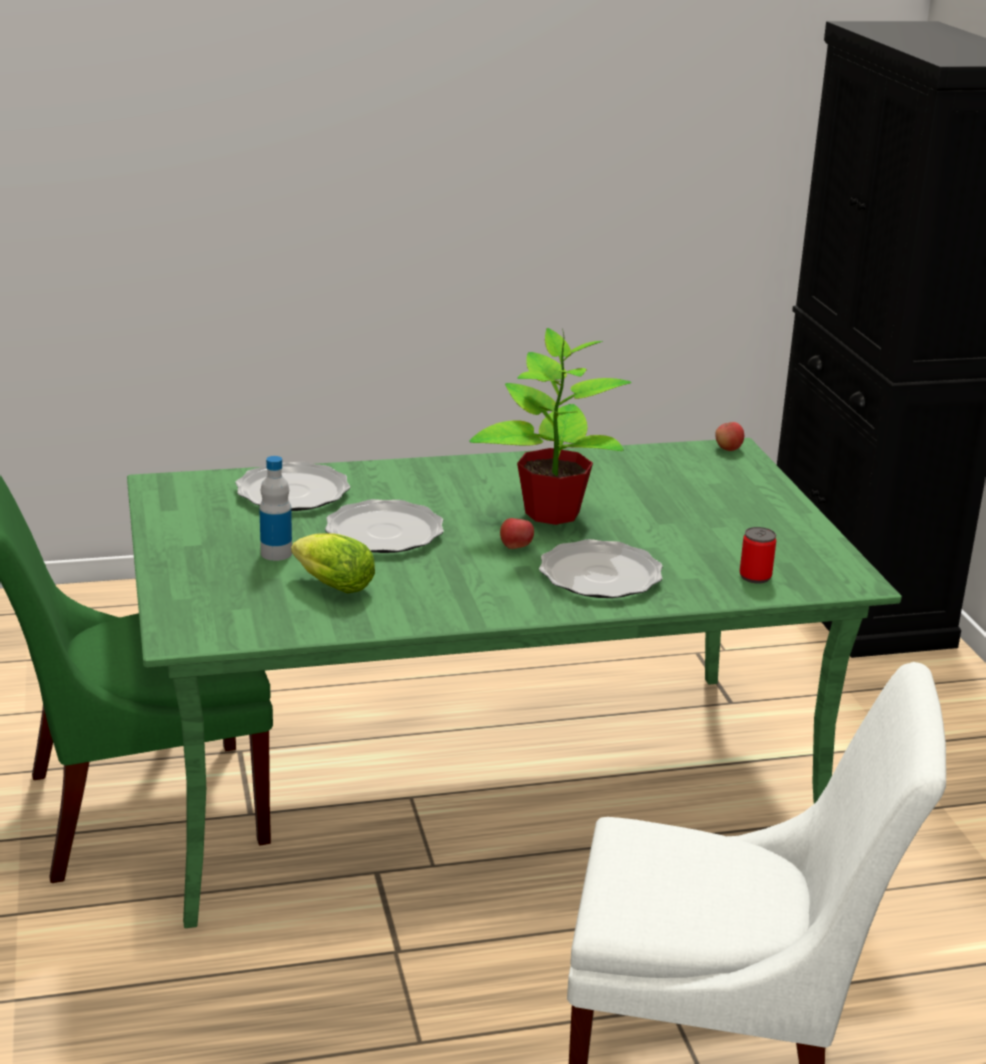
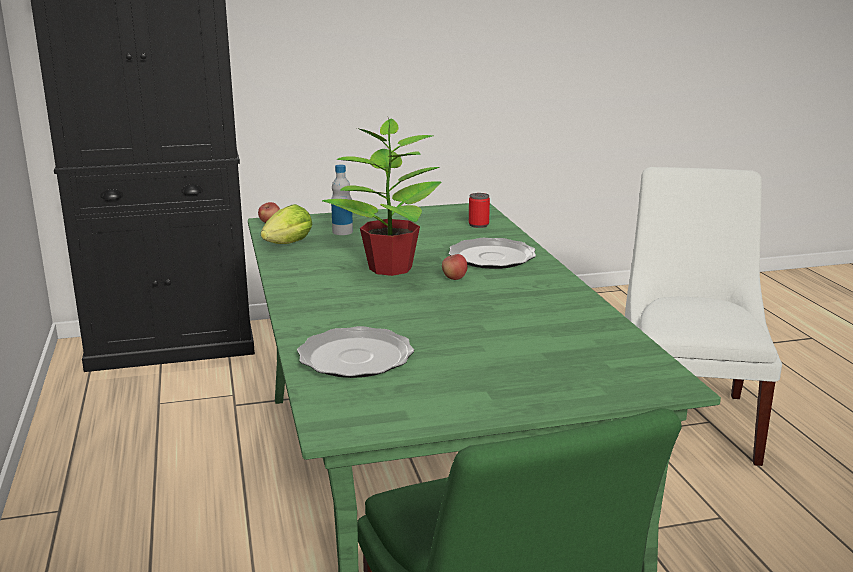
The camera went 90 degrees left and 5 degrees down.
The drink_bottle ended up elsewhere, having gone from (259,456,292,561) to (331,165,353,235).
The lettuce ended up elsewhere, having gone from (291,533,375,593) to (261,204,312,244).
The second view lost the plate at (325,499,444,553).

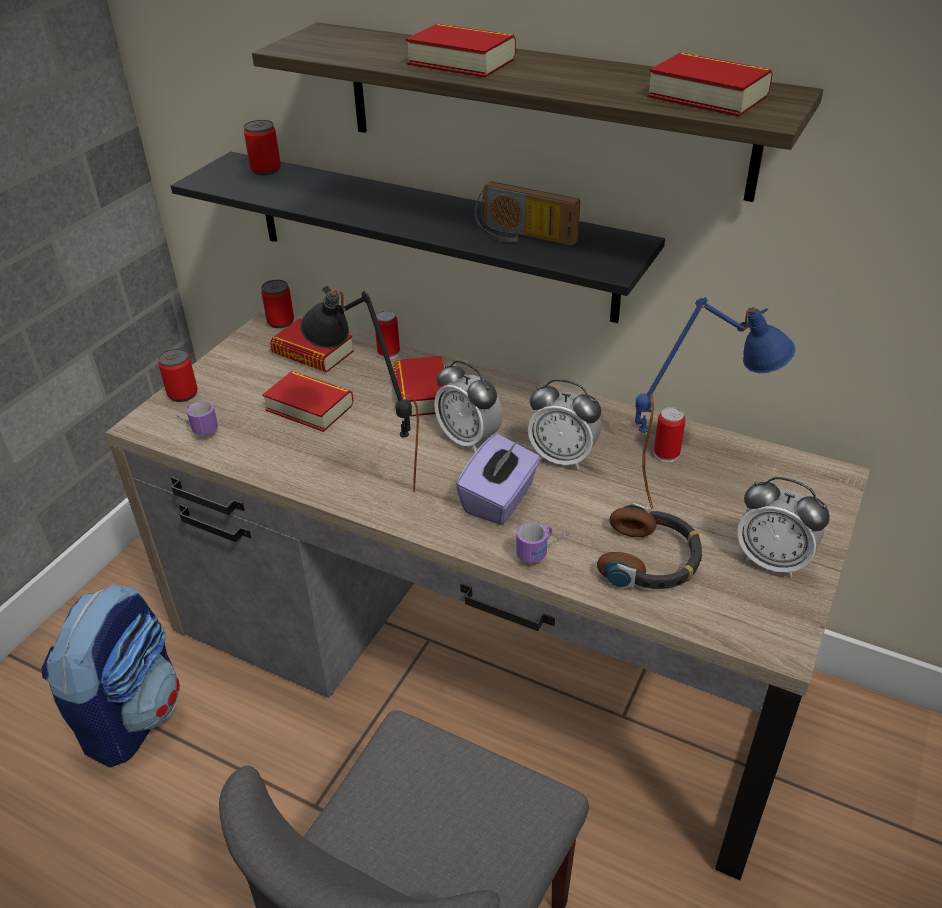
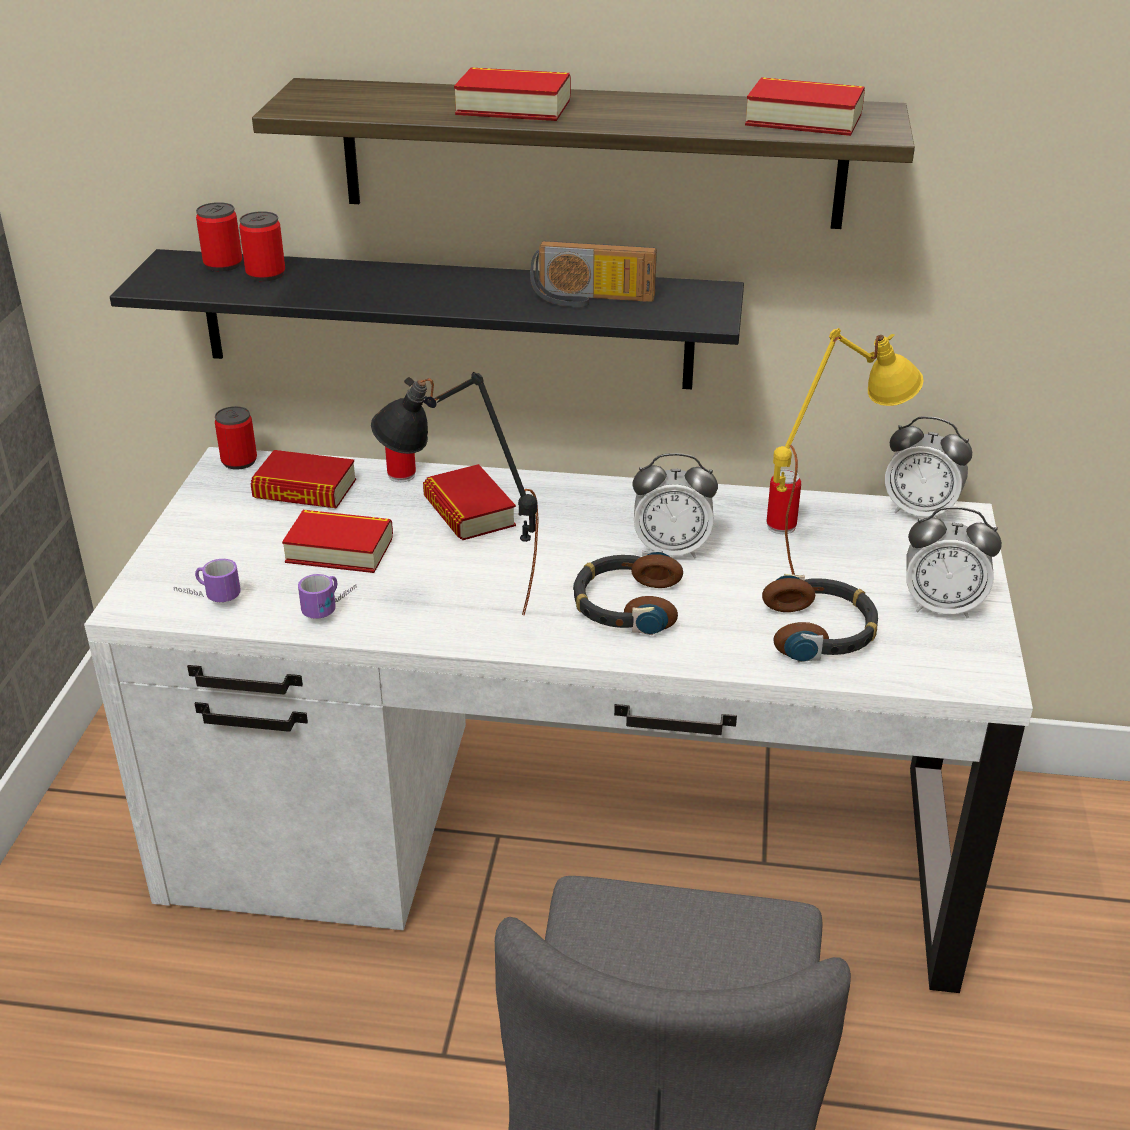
The camera went 20 degrees left and 5 degrees down.
The second view lost the rucksack at (41,584,180,767).
What was the brownish_desk_unit at (105,309,870,880) turned into the white_desk_unit at (84,447,1033,993).
The sealed_can ended up elsewhere, having gone from (158,348,198,402) to (239,211,285,282).
The table_clock ended up elsewhere, having gone from (434,360,503,452) to (885,416,972,520).
Where the purple-coloured_box_of_tissues stood at (456,434,541,525), the headset came to stand at (573,551,683,635).
The mug ended up elsewhere, having gone from (516,522,569,563) to (298,574,357,619).
What was the blue_lamp_for_a_table at (635,297,796,509) turned into the yellow-coloured_lamp_for_a_table at (773,328,923,575).

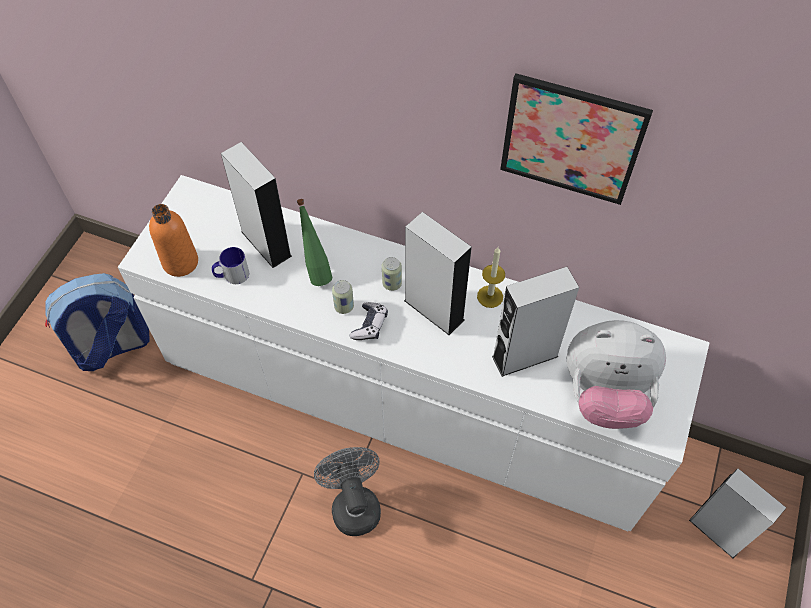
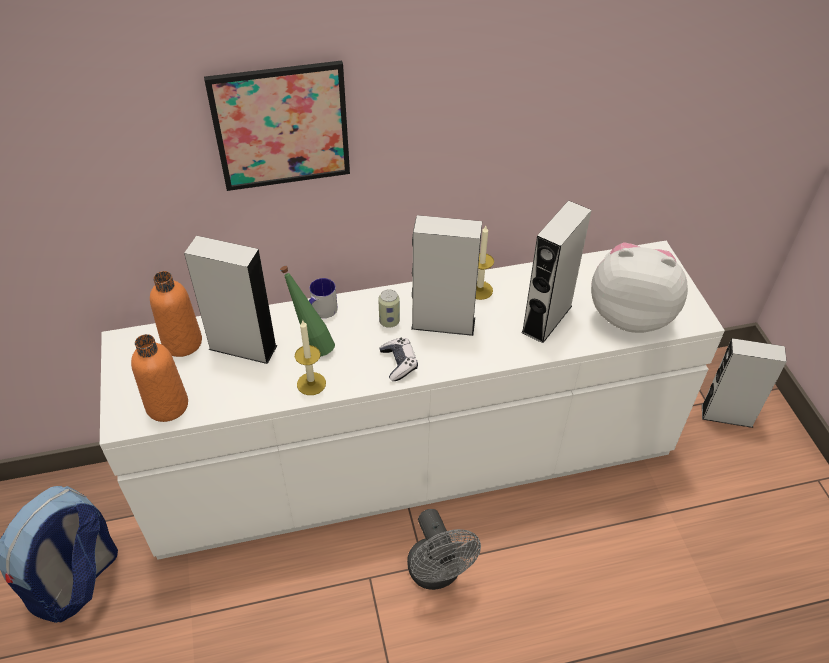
The camera went 35 degrees left and 10 degrees down.
The mug ended up elsewhere, having gone from (212,247,249,284) to (309,278,338,318).
The grey_fan at (314,447,381,536) ended up facing another way, 150 degrees counterclockwise from before.
The second view lost the sealed_can at (332,280,354,314).
The wall_picture ended up elsewhere, having gone from (500,73,653,205) to (204,61,350,191).
The plush_toy at (566,320,666,429) ended up facing another way, 135 degrees counterclockwise from before.
The second view gained the orange-coloured_drink_bottle at (150,271,202,357).
The second view gained the wax_light at (295,320,326,395).

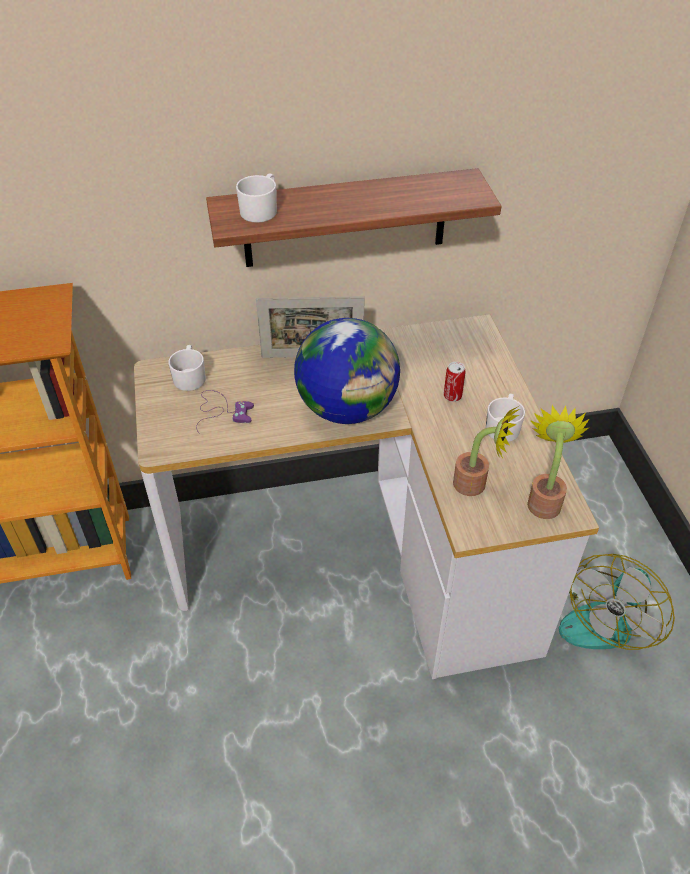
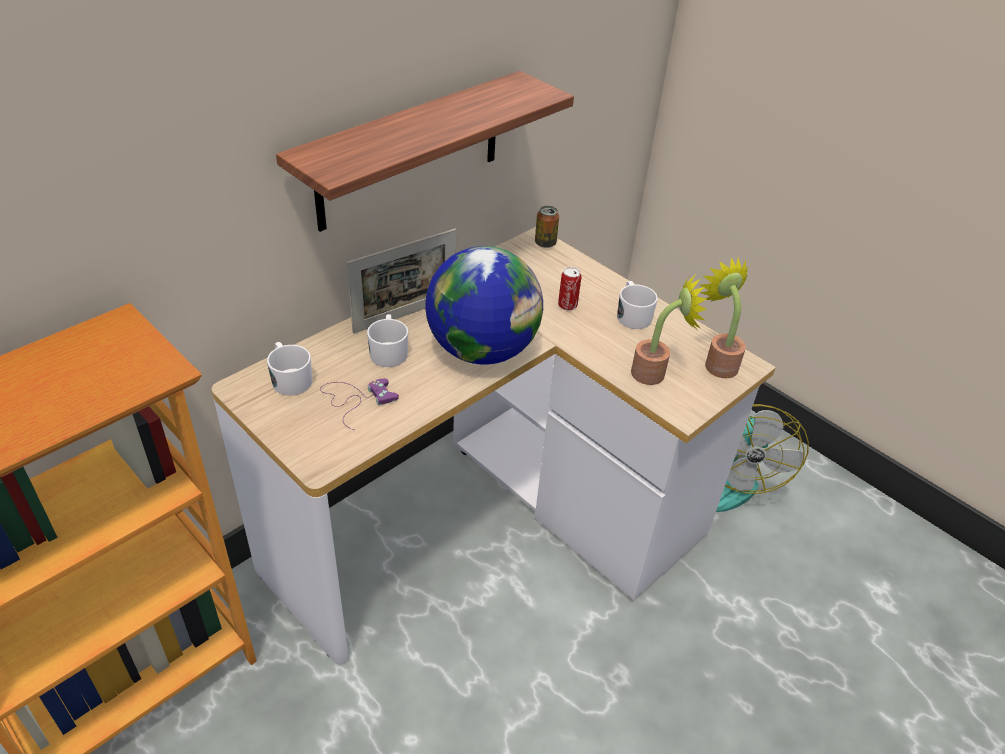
The camera went 35 degrees left and 5 degrees down.
The white_mug ended up elsewhere, having gone from (236,173,277,223) to (367,314,408,367).
The second view gained the sealed_can at (535,206,559,248).

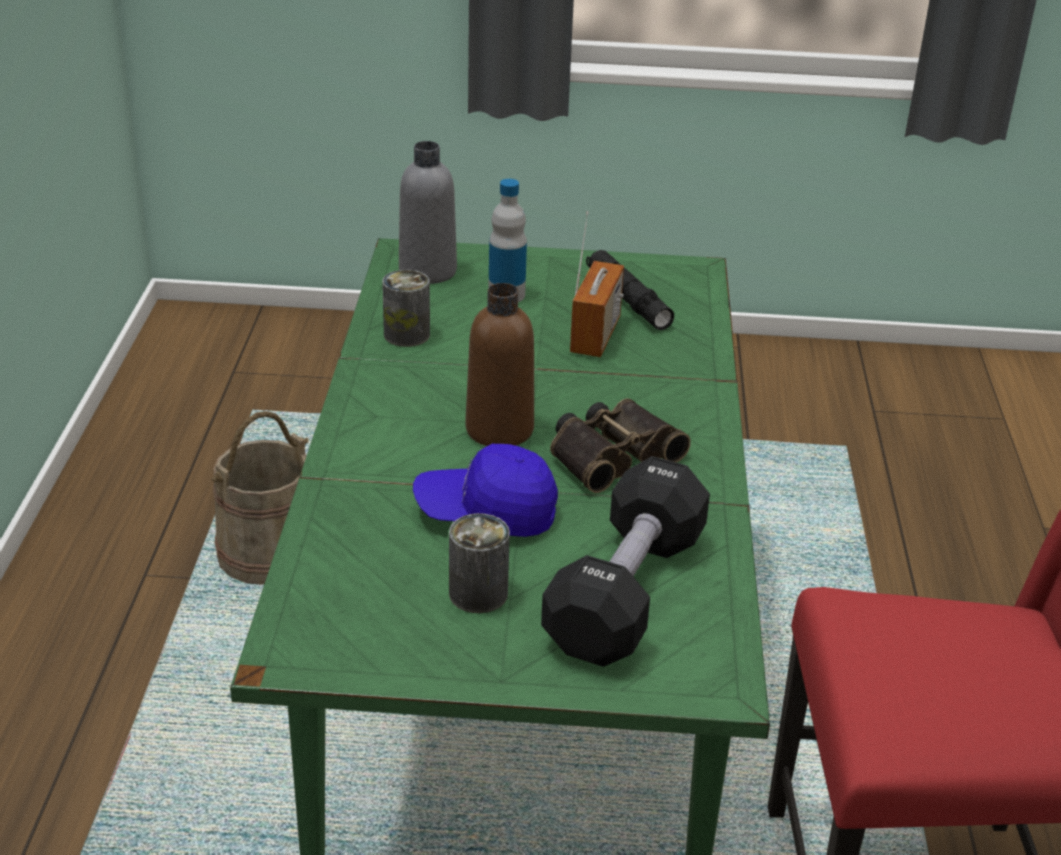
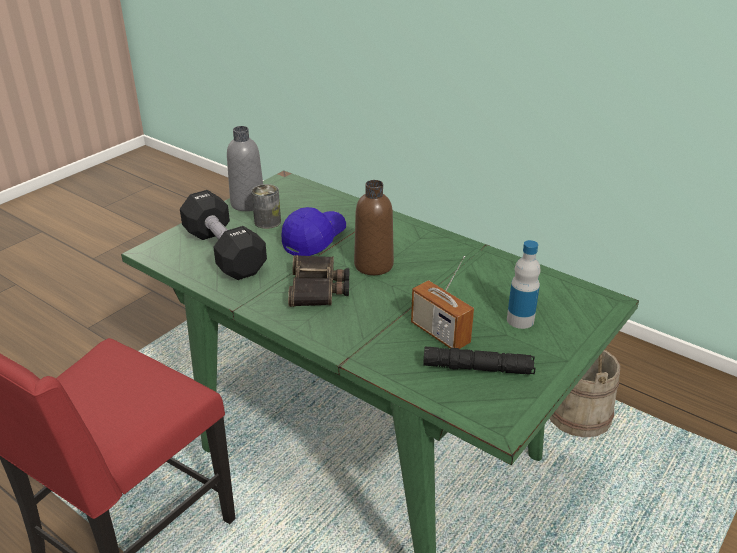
The camera went 125 degrees right and 0 degrees up.
The second view lost the sealed_can at (382,270,430,347).
The grey_drink_bottle ended up elsewhere, having gone from (399,141,457,284) to (227,126,263,211).

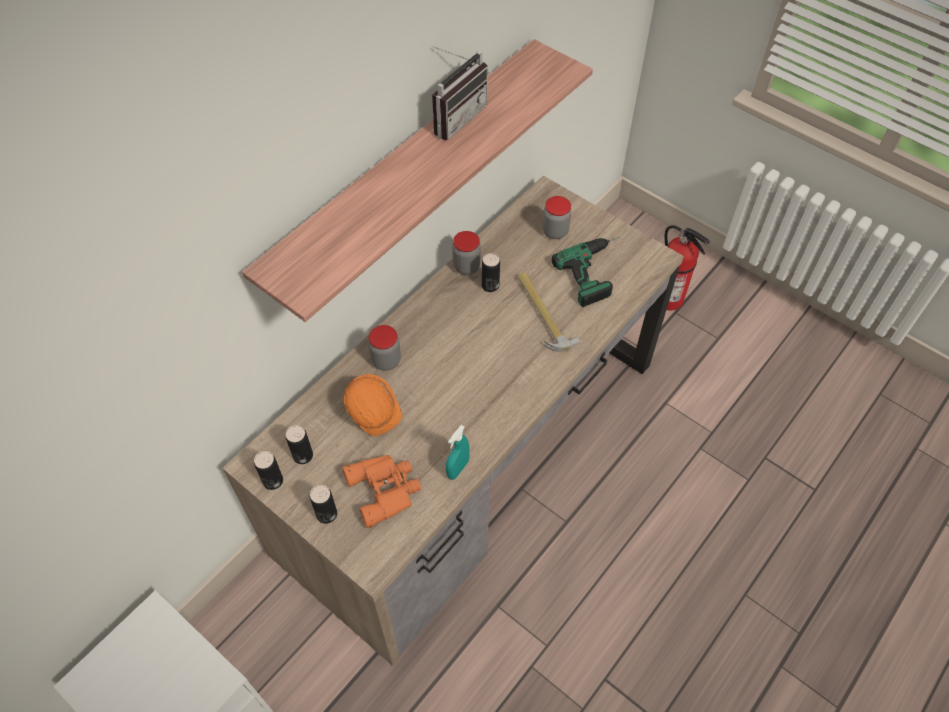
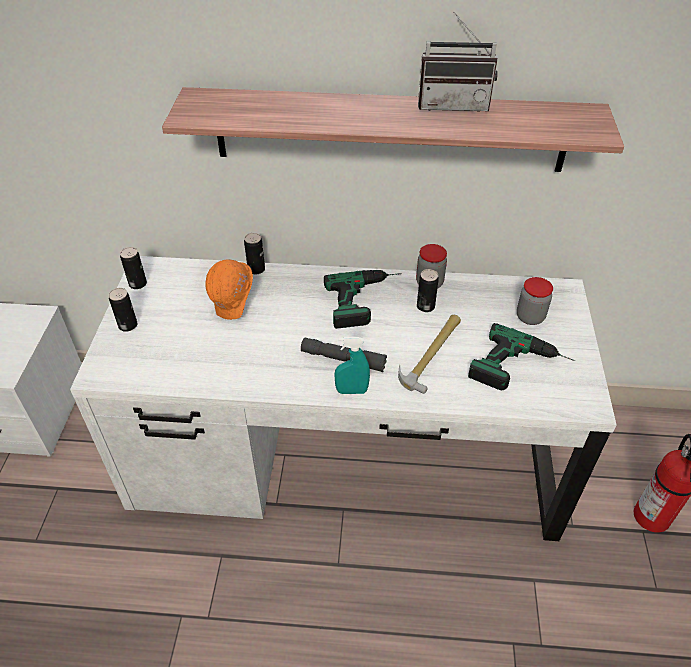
The camera went 55 degrees right and 10 degrees down.
What was the brownish_desk_unit at (222,176,684,666) turned into the white_desk_unit at (70,256,617,541).
The sealed_can ended up elsewhere, having gone from (286,425,313,464) to (244,233,265,274).
The second view lost the orange-coloured_field_glasses at (342,455,421,528).
The second view lost the preserve_jar at (368,325,401,371).
The turquoise_hand_sprayer ended up elsewhere, having gone from (446,425,470,480) to (334,337,370,394).
The second view gained the grey_hand_torch at (301,338,387,372).
The second view gained the power_drill at (324,270,402,329).

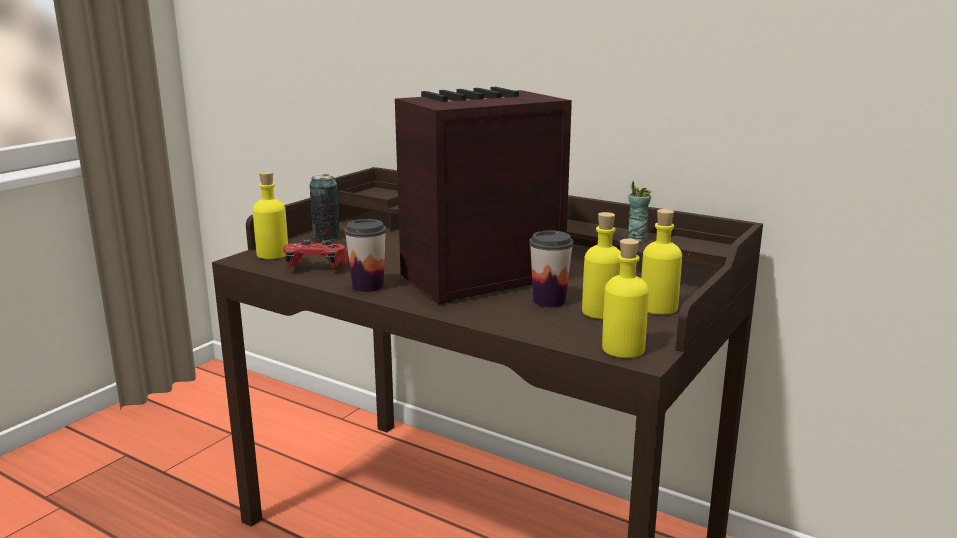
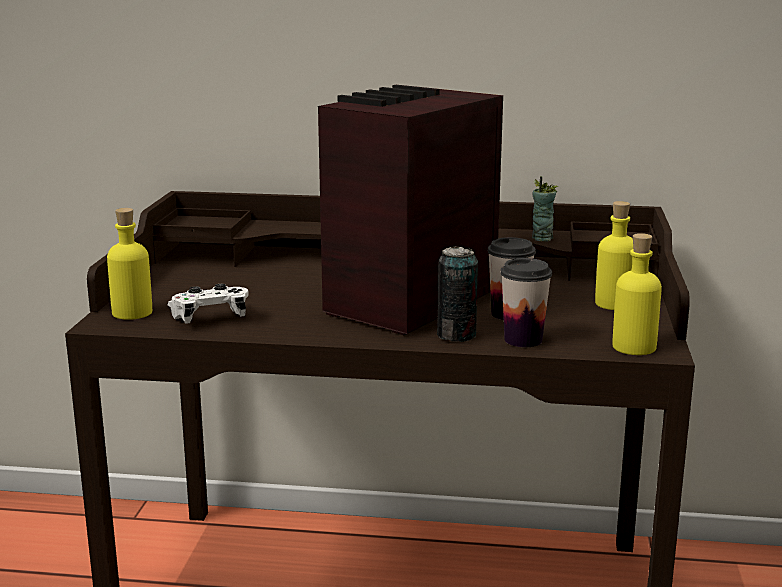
The camera went 25 degrees left and 0 degrees up.
What was the red-coloured_game_controller at (283,239,349,268) turned into the white_game_controller at (168,284,249,324).
The sealed_can ended up elsewhere, having gone from (310,174,340,240) to (437,246,478,342).
The drinking_cup ended up elsewhere, having gone from (344,219,387,292) to (501,258,552,347).
The second view lost the yellow-coloured_drink_bottle at (582,212,621,319).

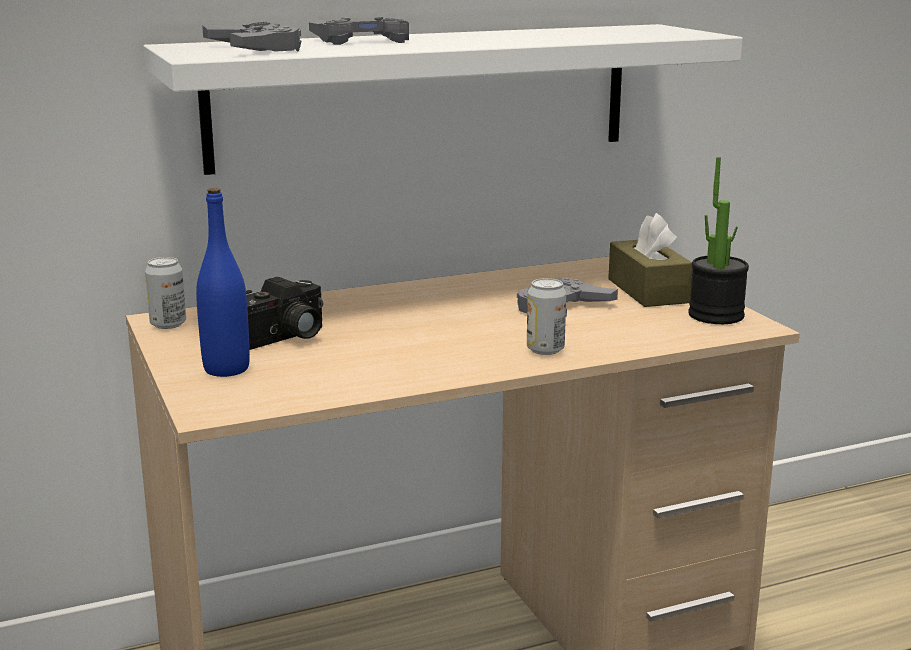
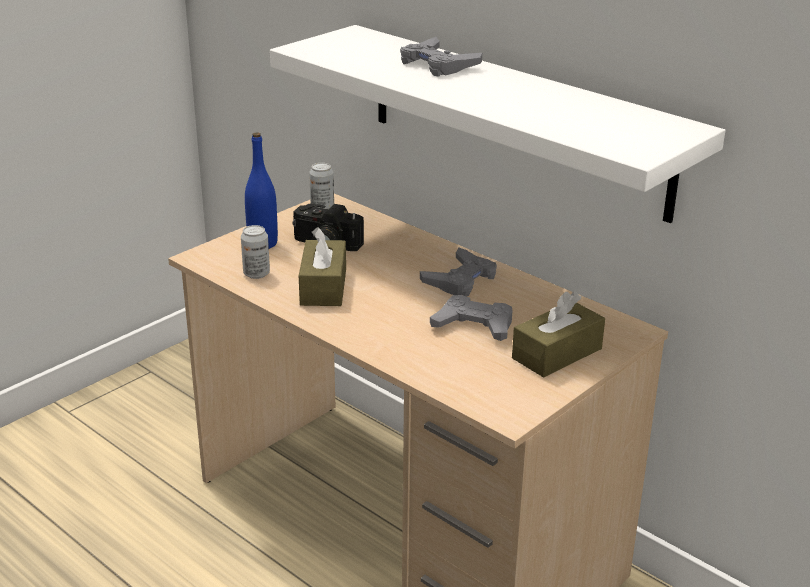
The camera went 65 degrees right and 10 degrees up.
The grey_game_controller ended up elsewhere, having gone from (202,22,301,52) to (420,248,497,297).
The sealed_can ended up elsewhere, having gone from (527,278,566,355) to (241,225,270,279).
The second view lost the houseplant at (688,157,749,324).
The second view gained the brownish_box_of_tissues at (299,227,346,306).

